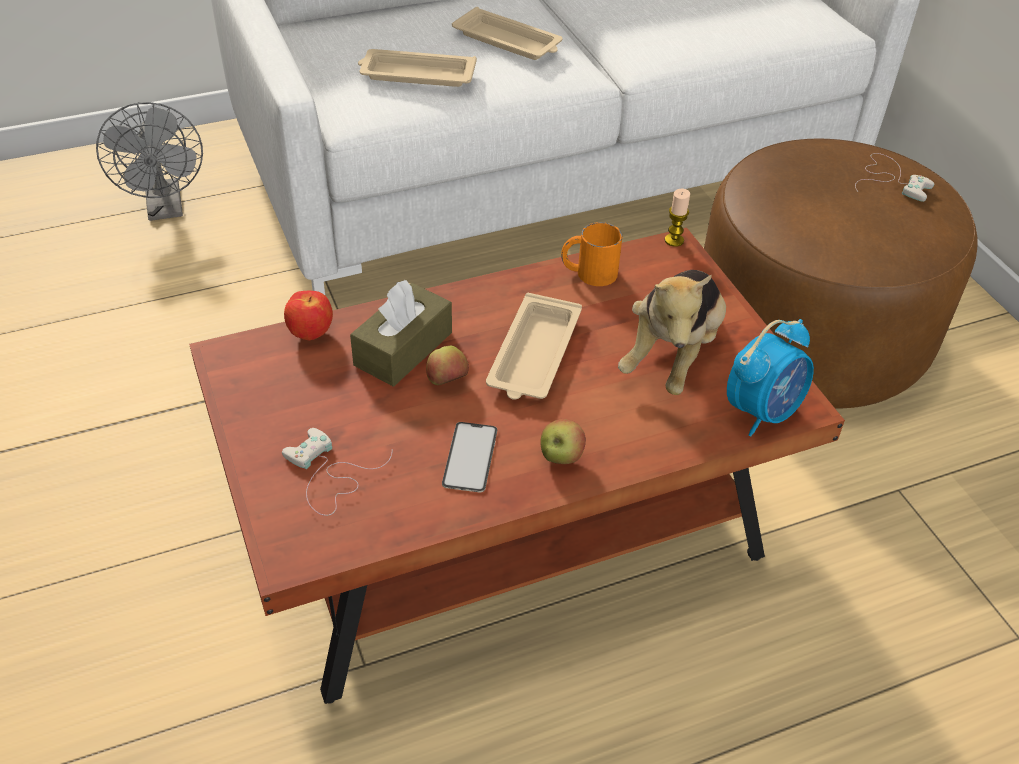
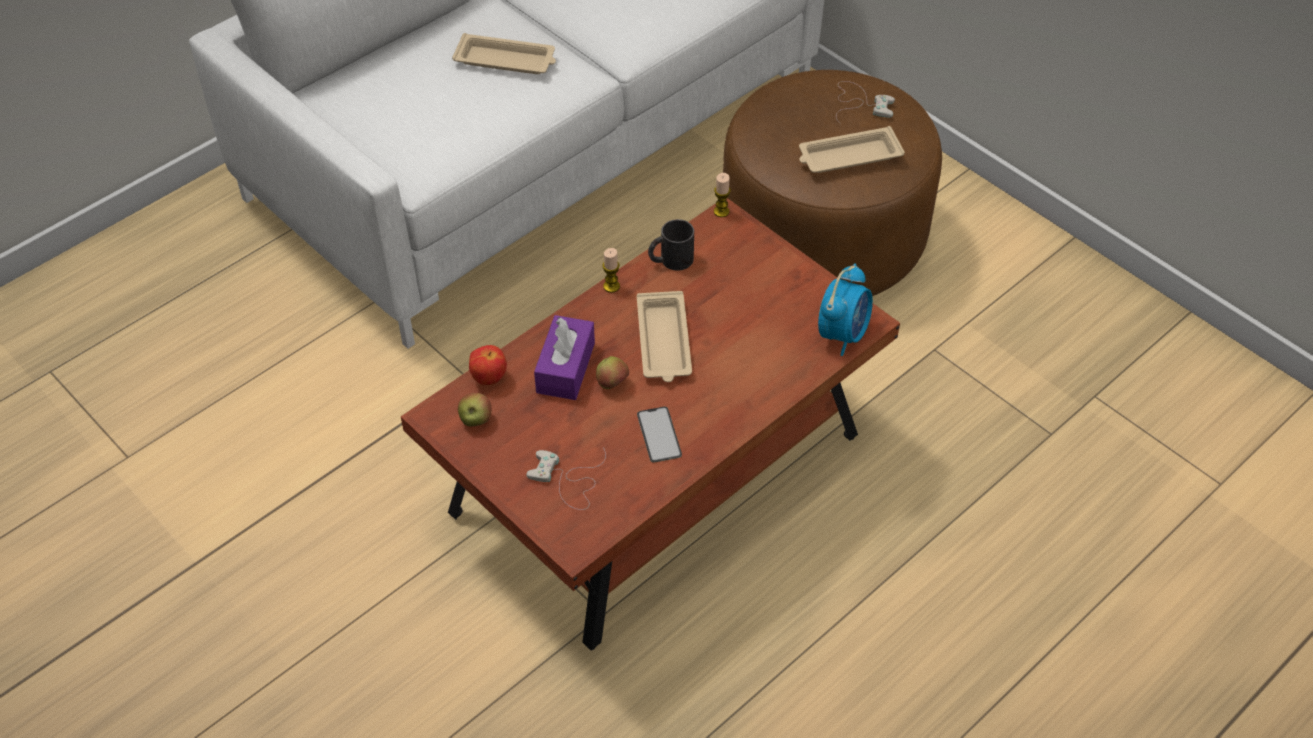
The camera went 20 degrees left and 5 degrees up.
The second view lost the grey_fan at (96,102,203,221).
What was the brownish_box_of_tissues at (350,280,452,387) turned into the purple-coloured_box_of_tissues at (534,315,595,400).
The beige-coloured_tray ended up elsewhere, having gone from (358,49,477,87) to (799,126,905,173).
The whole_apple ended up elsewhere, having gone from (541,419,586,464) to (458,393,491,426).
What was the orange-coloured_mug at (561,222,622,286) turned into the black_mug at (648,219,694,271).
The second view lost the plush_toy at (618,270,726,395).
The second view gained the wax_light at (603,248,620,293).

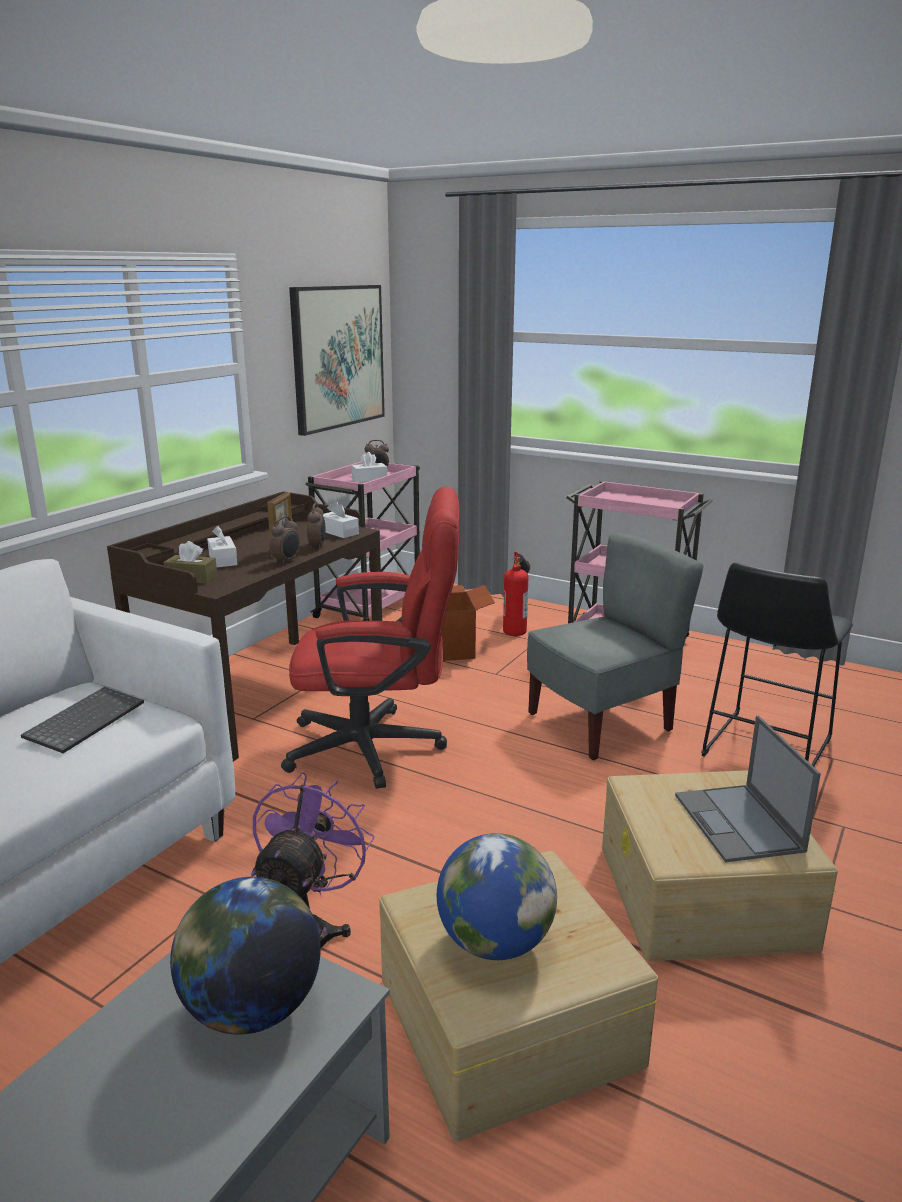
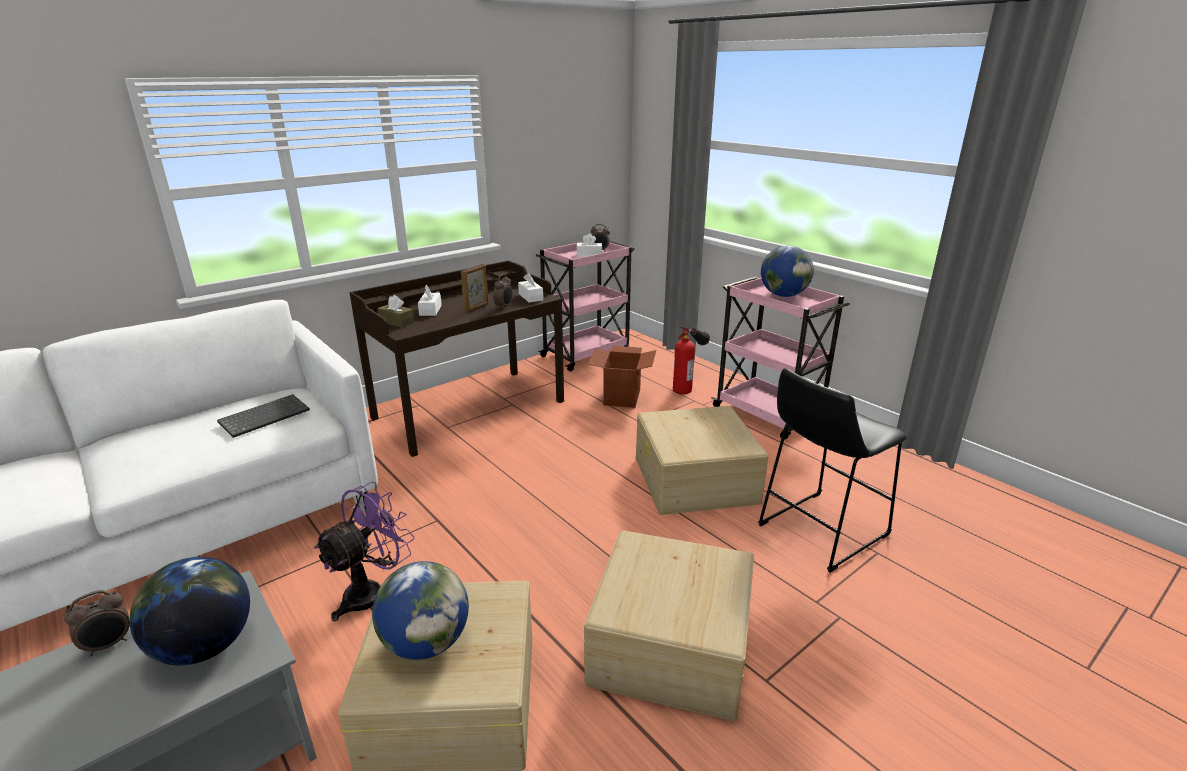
The camera went 20 degrees right and 5 degrees up.
The table_clock ended up elsewhere, having gone from (269,516,300,565) to (64,590,130,656).
The second view lost the red-coloured_computer_chair at (281,487,459,789).
The second view lost the wall_picture at (289,285,385,436).
Where the grey_plain_chair stood at (527,533,704,760), the beige-coloured_storage_box came to stand at (636,406,768,515).
The second view lost the portable_computer at (675,716,821,862).
The second view gained the globe at (761,245,814,297).

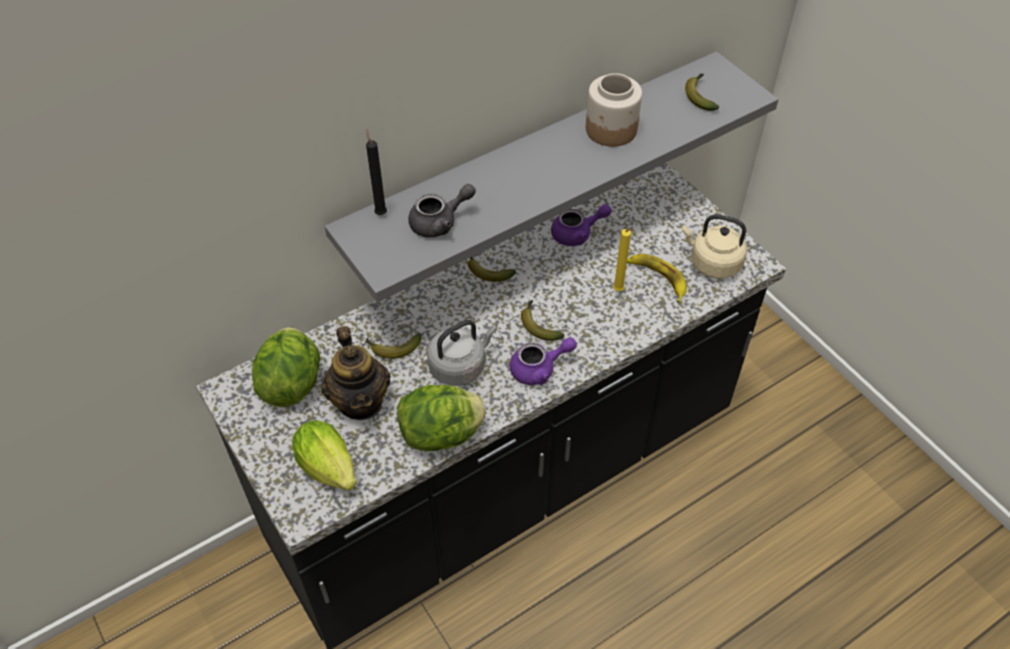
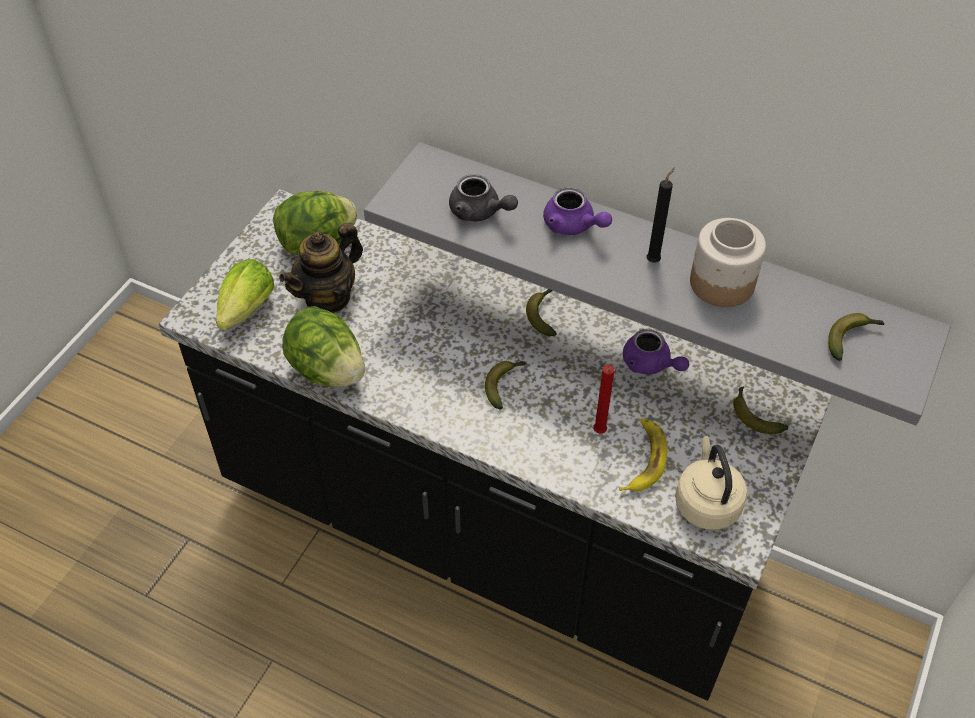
The camera went 60 degrees right and 0 degrees up.
The banana ended up elsewhere, having gone from (365,333,422,359) to (733,386,788,434).
The black_wax_light ended up elsewhere, having gone from (366,128,387,215) to (646,167,675,263).
The second view lost the grey_kettle at (427,320,497,386).
The purple-coloured_teapot ended up elsewhere, having gone from (510,337,577,385) to (543,187,612,235).
What was the yellow-coloured_wax_light at (613,229,635,291) turned into the red-coloured_wax_light at (593,365,615,434).

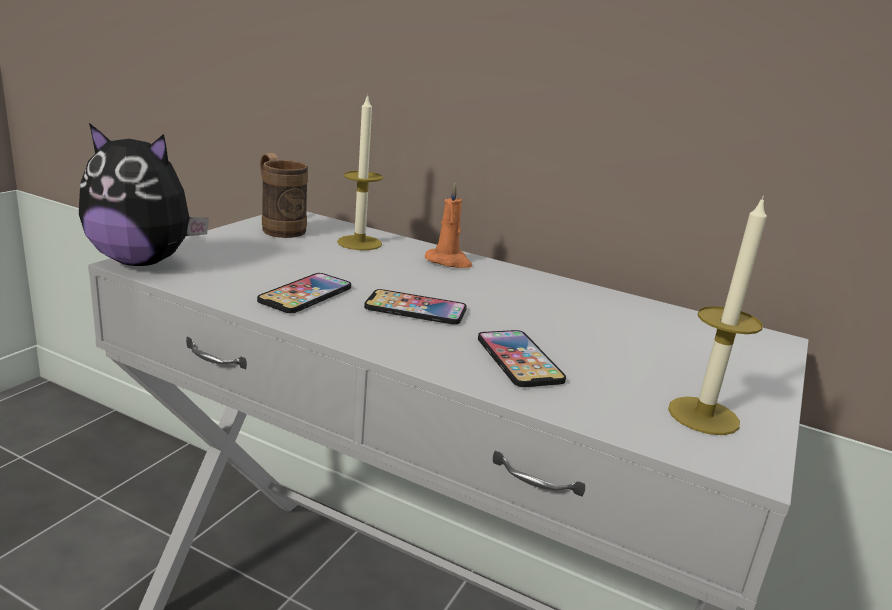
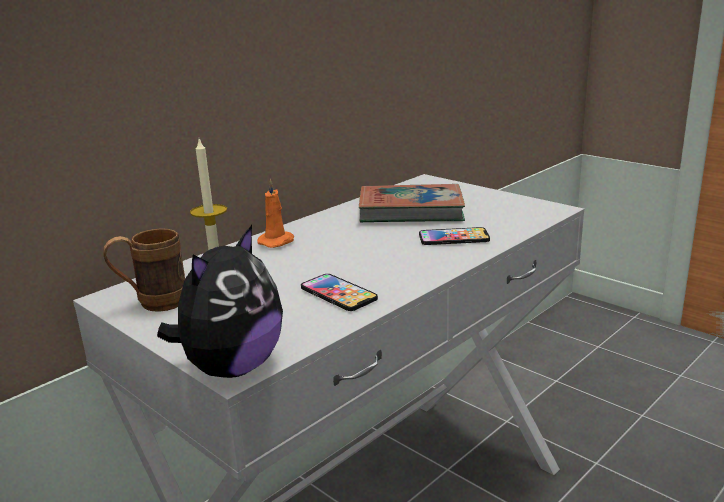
The camera went 70 degrees left and 0 degrees up.
The second view lost the handset at (364,289,467,325).
The second view lost the wax_light at (668,195,767,435).
The second view gained the volume at (359,184,465,222).

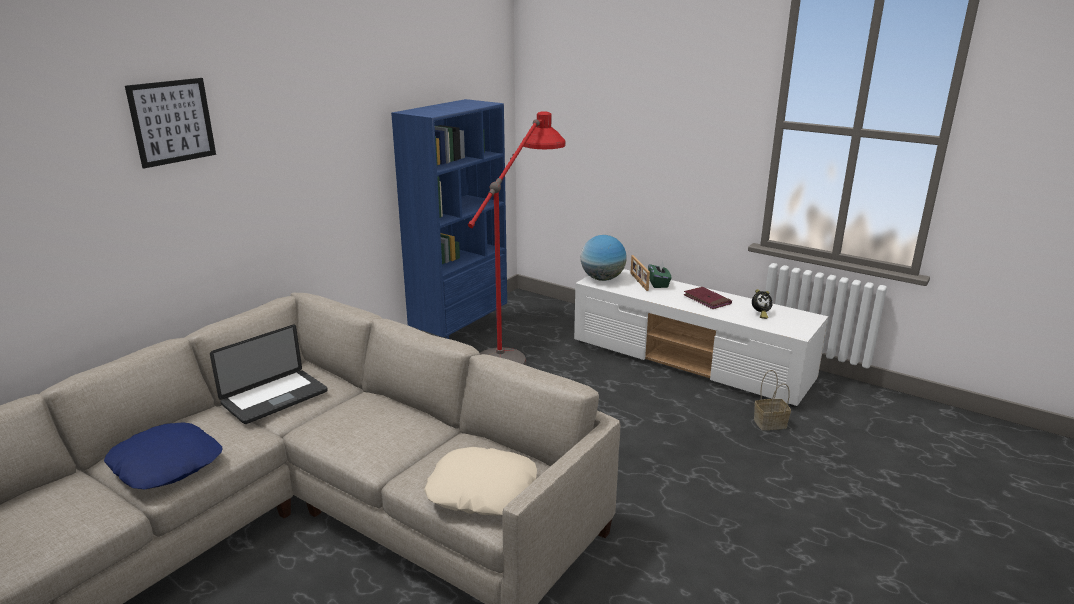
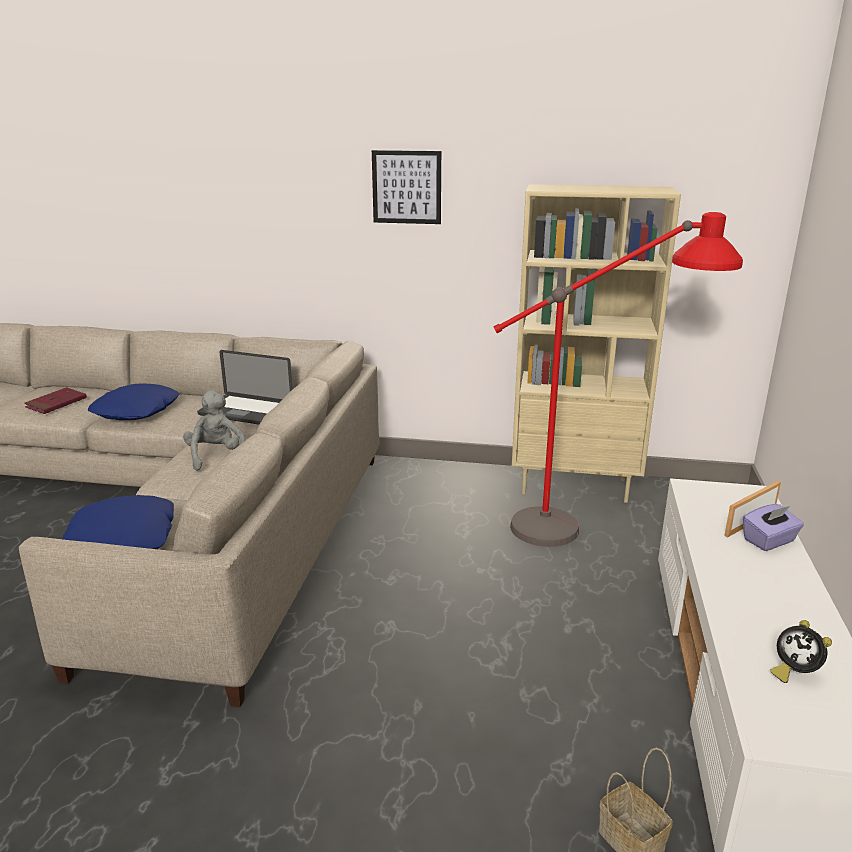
The camera went 65 degrees right and 0 degrees up.
The wall_picture ended up elsewhere, having gone from (125,78,216,168) to (372,150,441,224).
What was the blue_bookshelf at (391,99,507,339) turned into the beige-coloured_bookshelf at (512,184,681,503).
What was the beige-coloured_throw_pillow at (424,447,537,516) turned into the blue_throw_pillow at (62,495,174,549).
The second view lost the globe at (581,235,627,281).
What was the green_box_of_tissues at (648,261,672,288) turned into the purple-coloured_box_of_tissues at (743,504,804,551).
The red-coloured_volume ended up elsewhere, having gone from (684,287,732,309) to (24,387,87,414).
The second view gained the grey_plush_toy at (183,390,246,471).

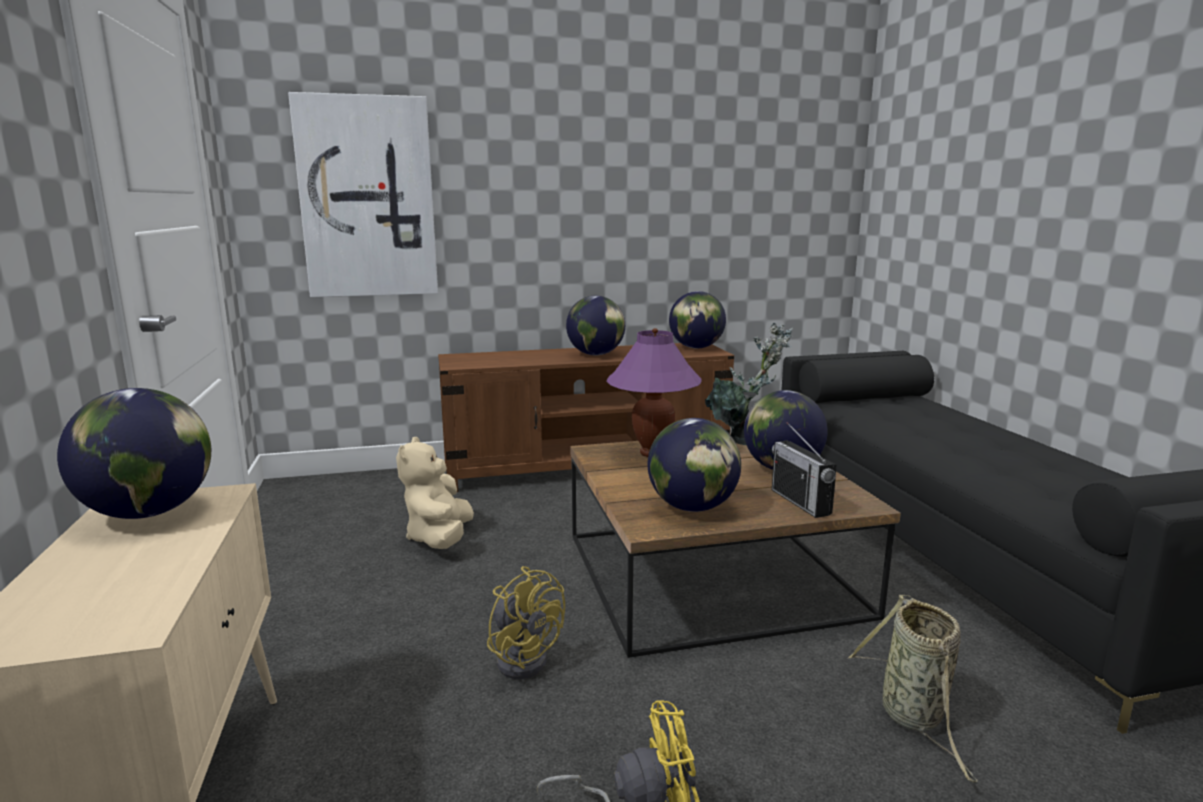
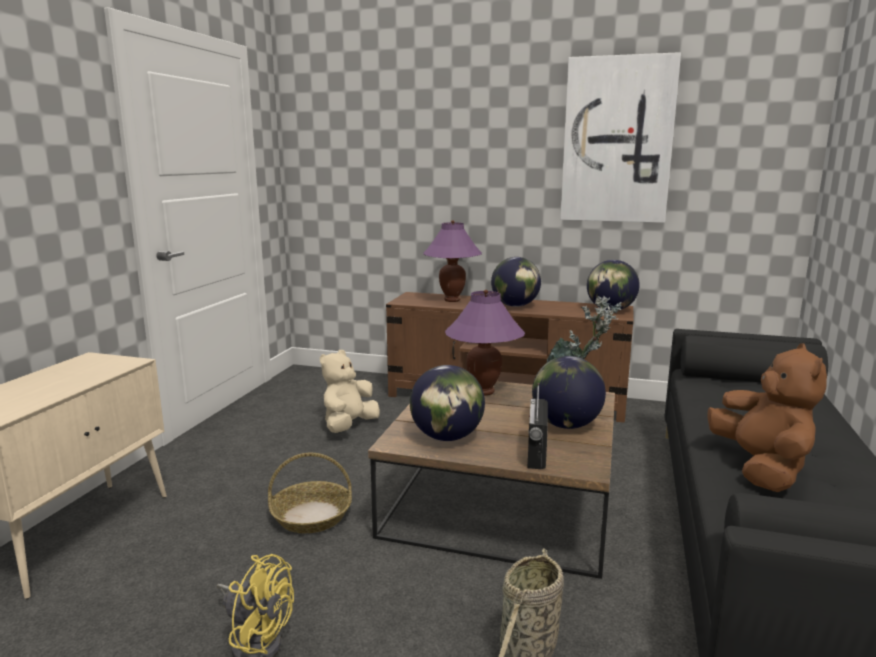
The camera went 30 degrees right and 0 degrees up.
The second view lost the globe at (57,388,211,519).
The wall_picture ended up elsewhere, having gone from (288,92,438,297) to (560,52,681,223).
Where the yellow-coloured_fan stood at (487,566,565,679), the storage_basket came to stand at (268,453,352,533).
The second view gained the purple-coloured_lamp_for_a_table at (423,220,482,302).
The second view gained the brownish_plush_toy at (707,343,827,492).

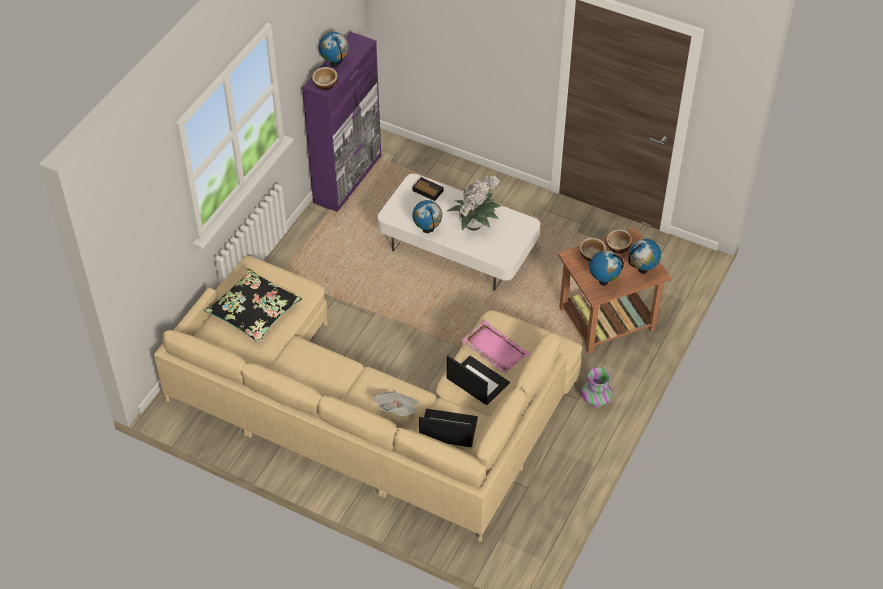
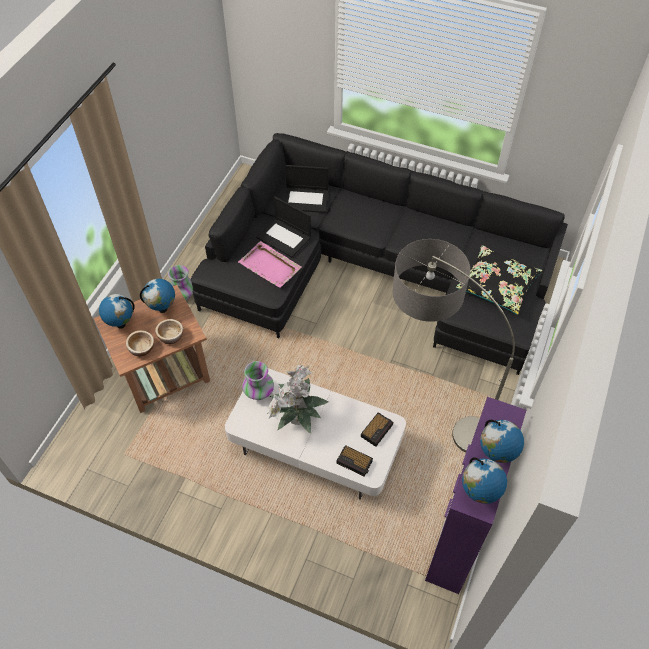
The camera went 175 degrees right and 5 degrees up.
What was the beige-coloured_couch at (154,256,582,542) turned into the black_couch at (191,133,568,375).
The second view lost the serving_bowl at (312,67,338,90).
The second view lost the newspaper at (374,391,419,416).
The globe ended up elsewhere, having gone from (413,200,442,233) to (462,457,507,504).
The second view gained the decorative_vase at (242,361,274,400).
The second view gained the table_clock at (361,412,393,447).
The second view gained the standing_lamp at (392,239,515,453).

